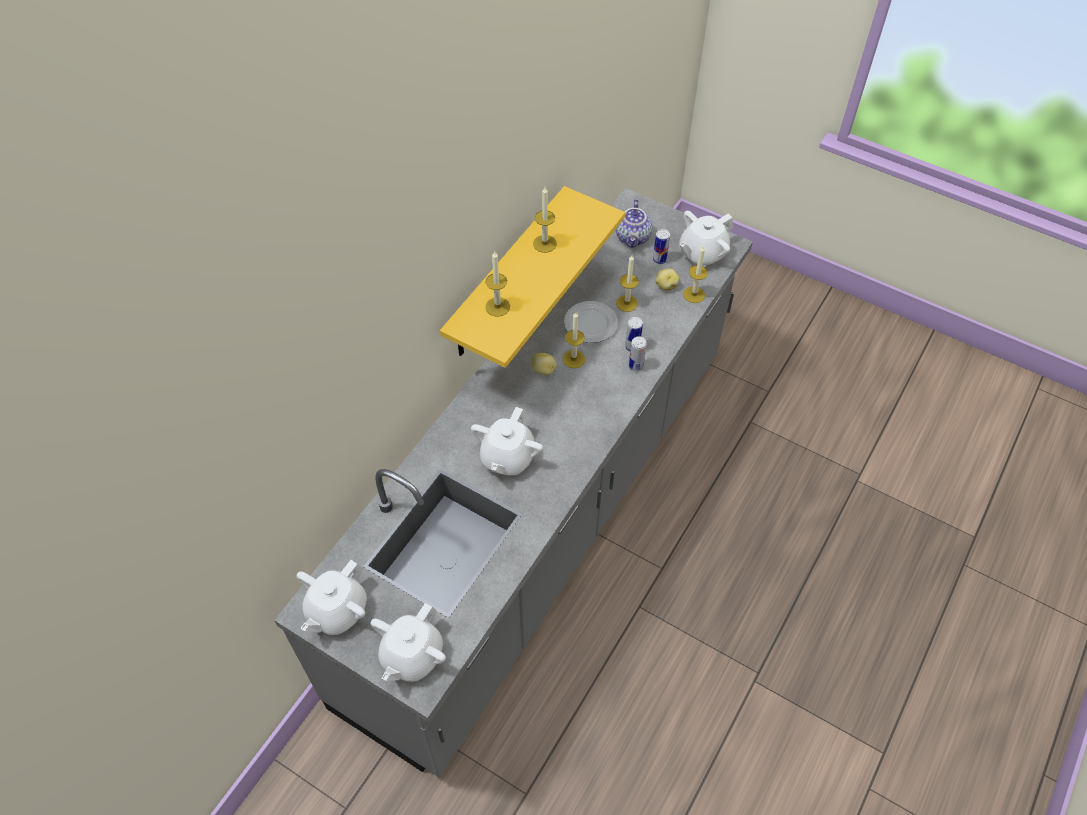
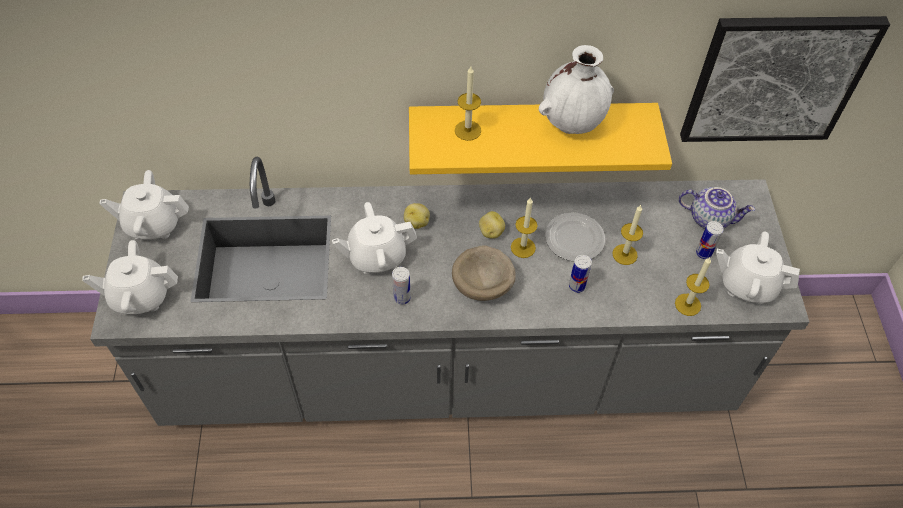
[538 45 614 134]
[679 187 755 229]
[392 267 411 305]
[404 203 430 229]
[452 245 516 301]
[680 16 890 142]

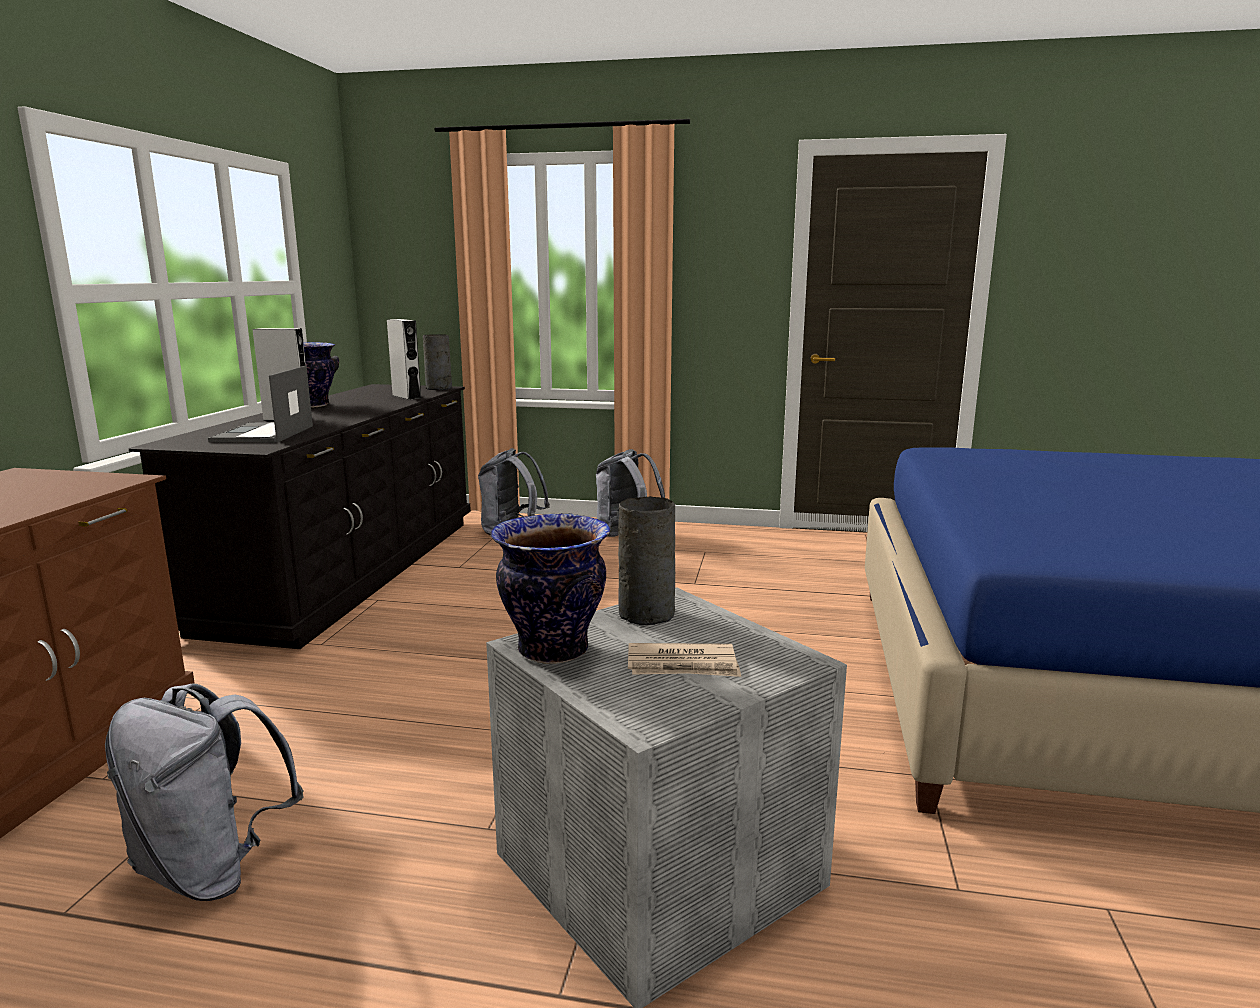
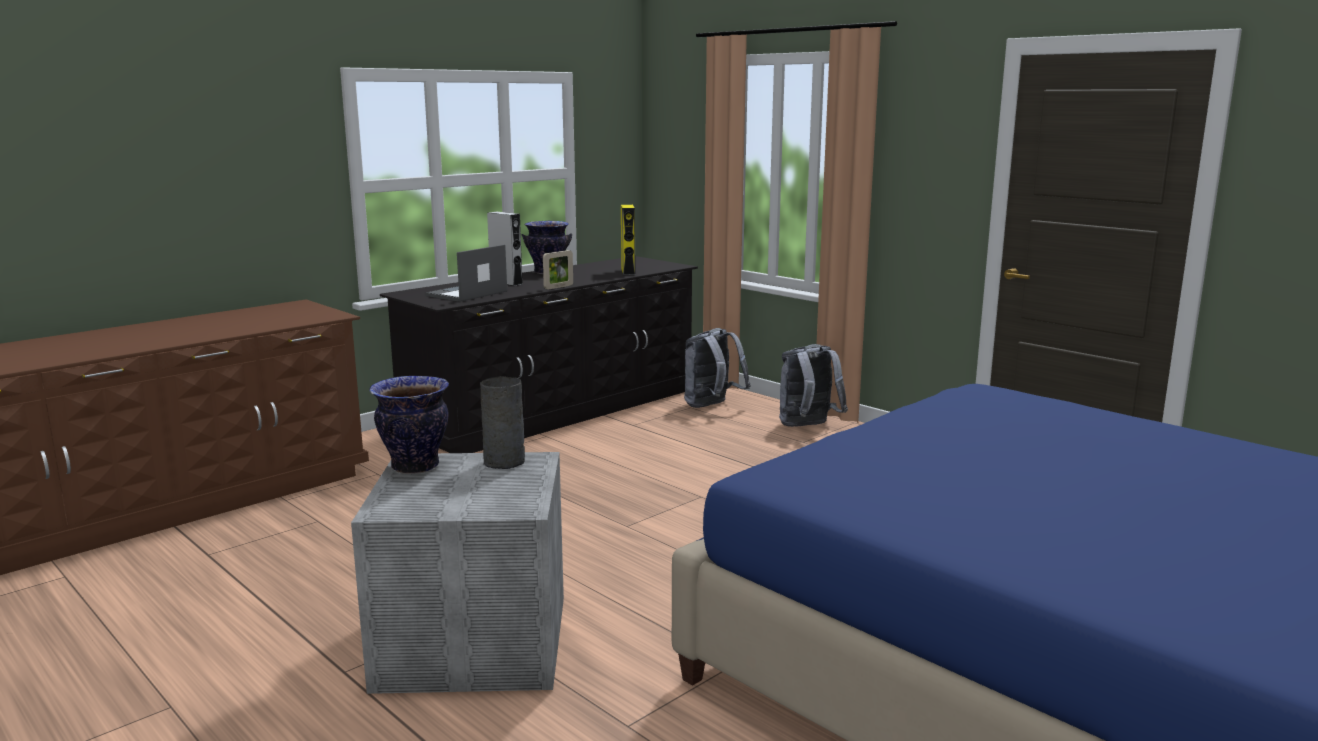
[105 683 304 901] (first image)
[621 205 635 275]
[423 334 452 390] (first image)
[628 643 741 677] (first image)
[543 250 573 289]

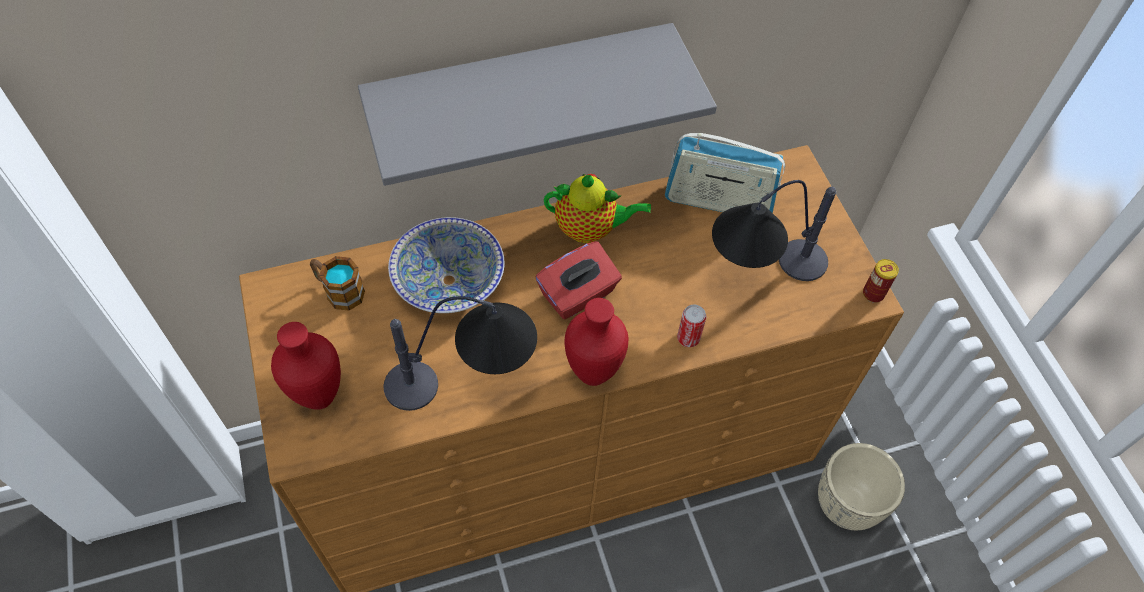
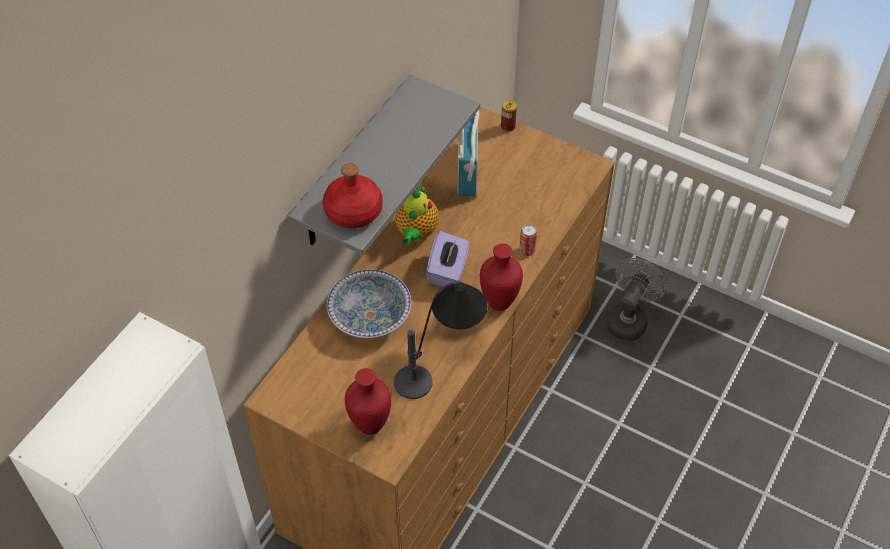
[310 256 365 311] (first image)
[426 231 469 287]
[395 184 439 245]
[457 110 479 196]
[712 180 836 281] (first image)
[606 258 667 341]
[501 100 517 132]
[323 163 383 228]

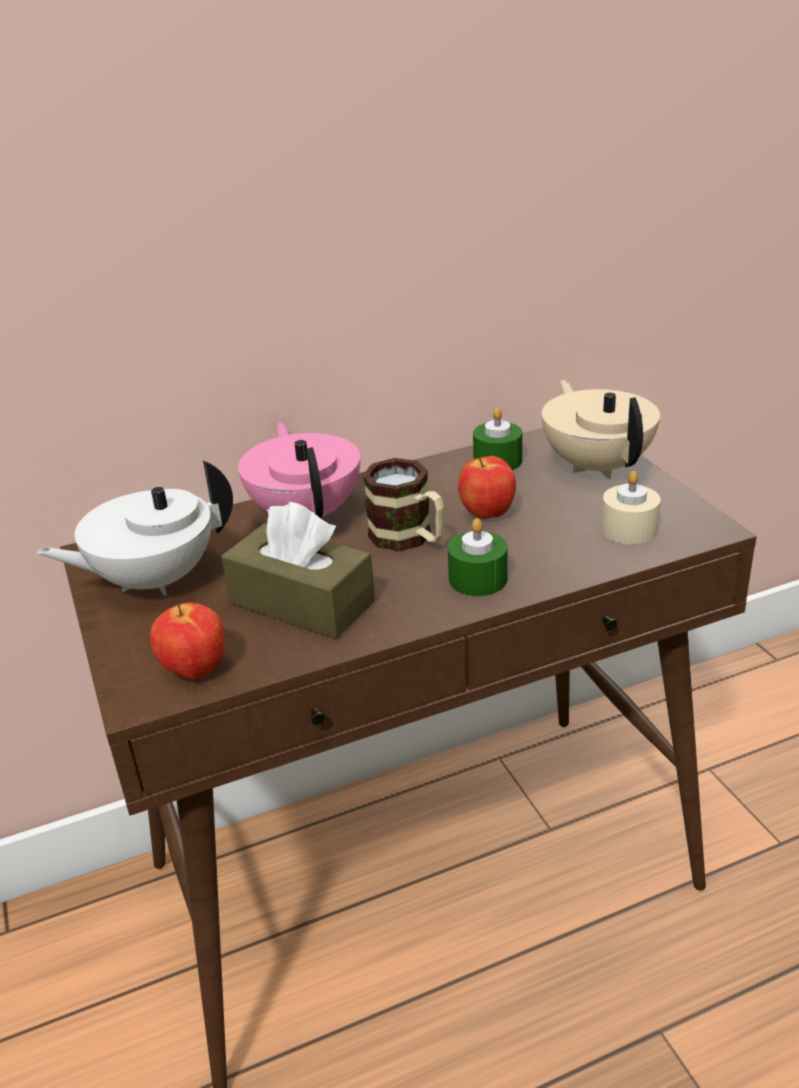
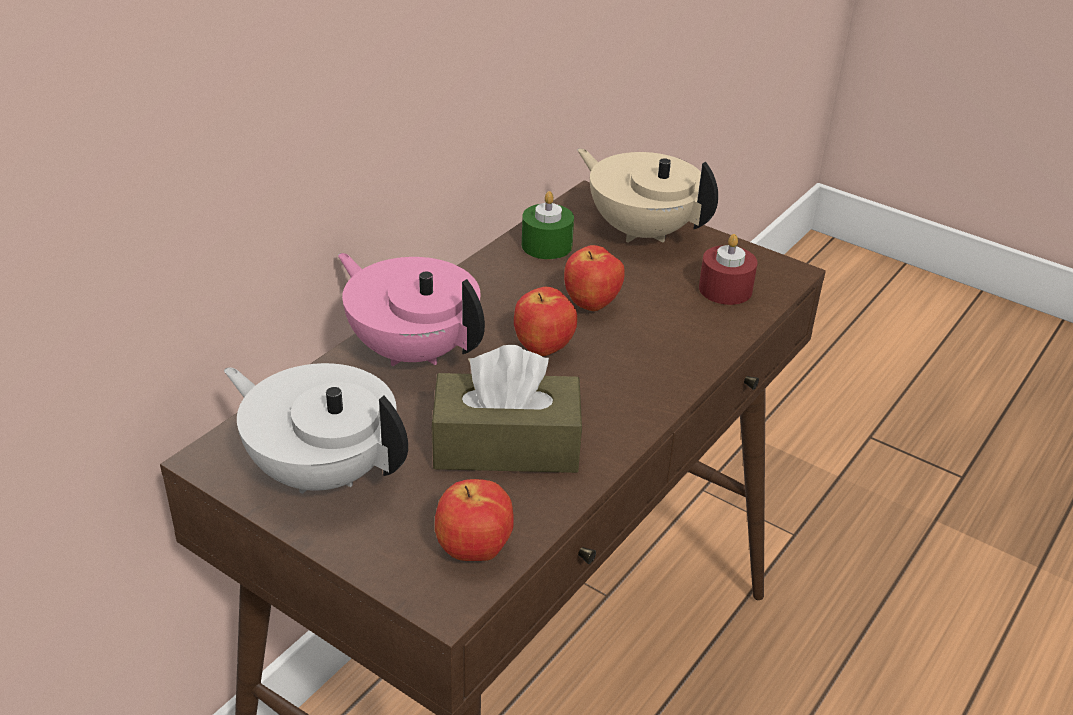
[224 363 408 494]
[514 287 577 356]
[448 518 508 596] (first image)
[699 234 758 305]

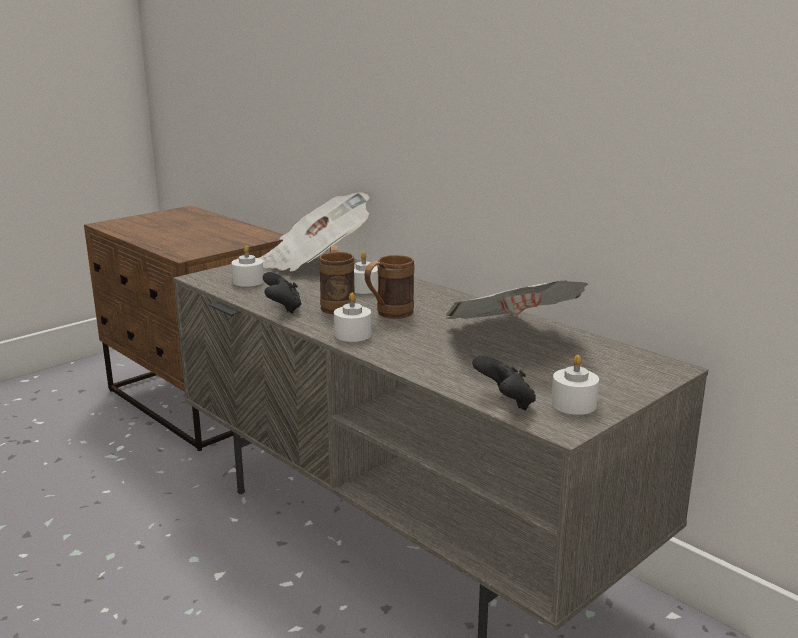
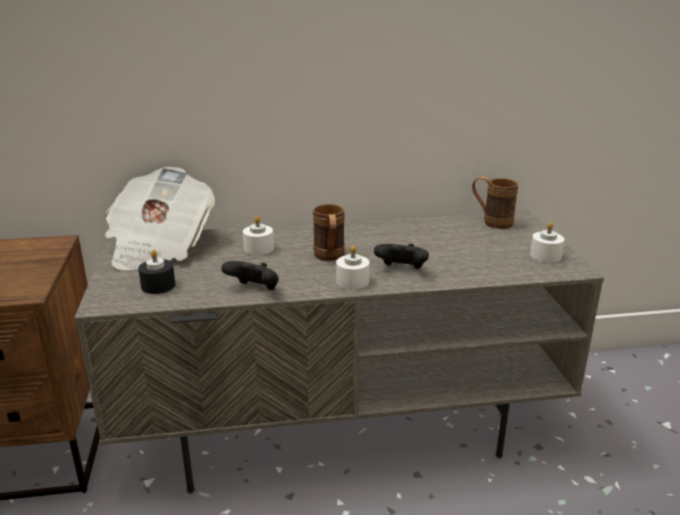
[138 249 175 294]
[472 176 518 229]
[446 281 588 319] (first image)
[374 244 429 269]

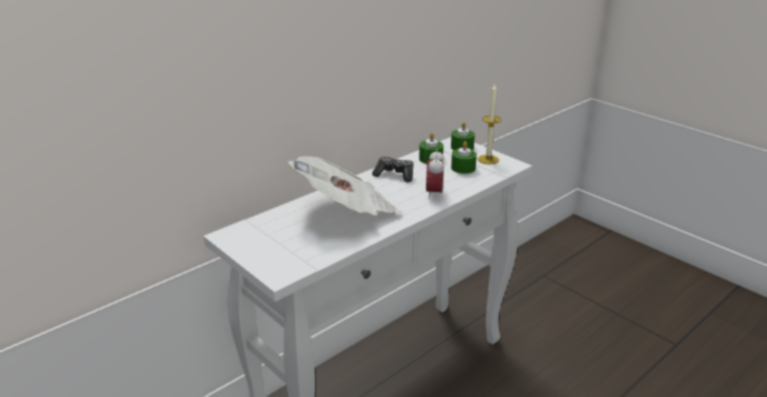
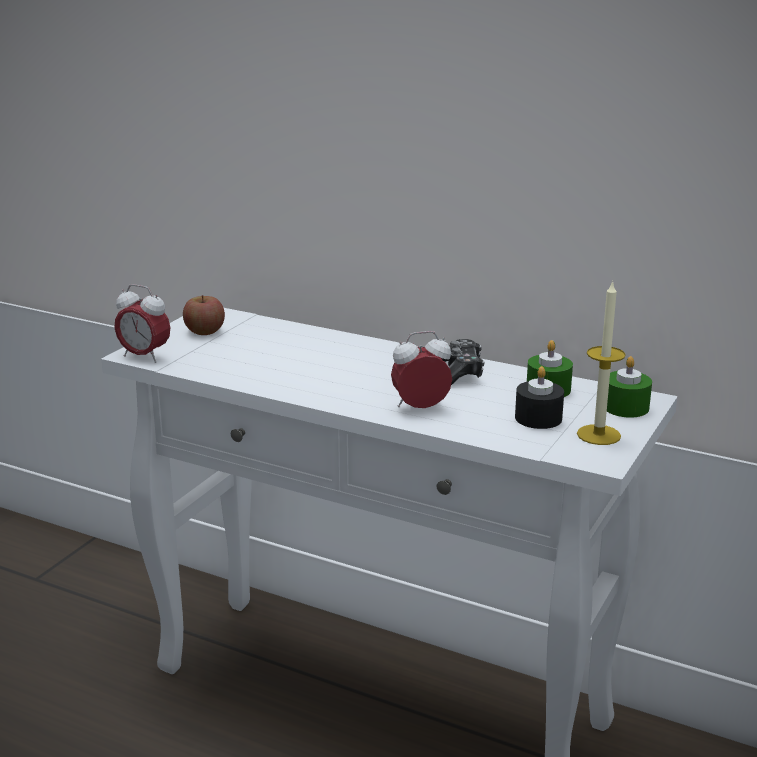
[288 156 402 216] (first image)
[515 366 564 429]
[114 284 171 363]
[183 295 225 335]

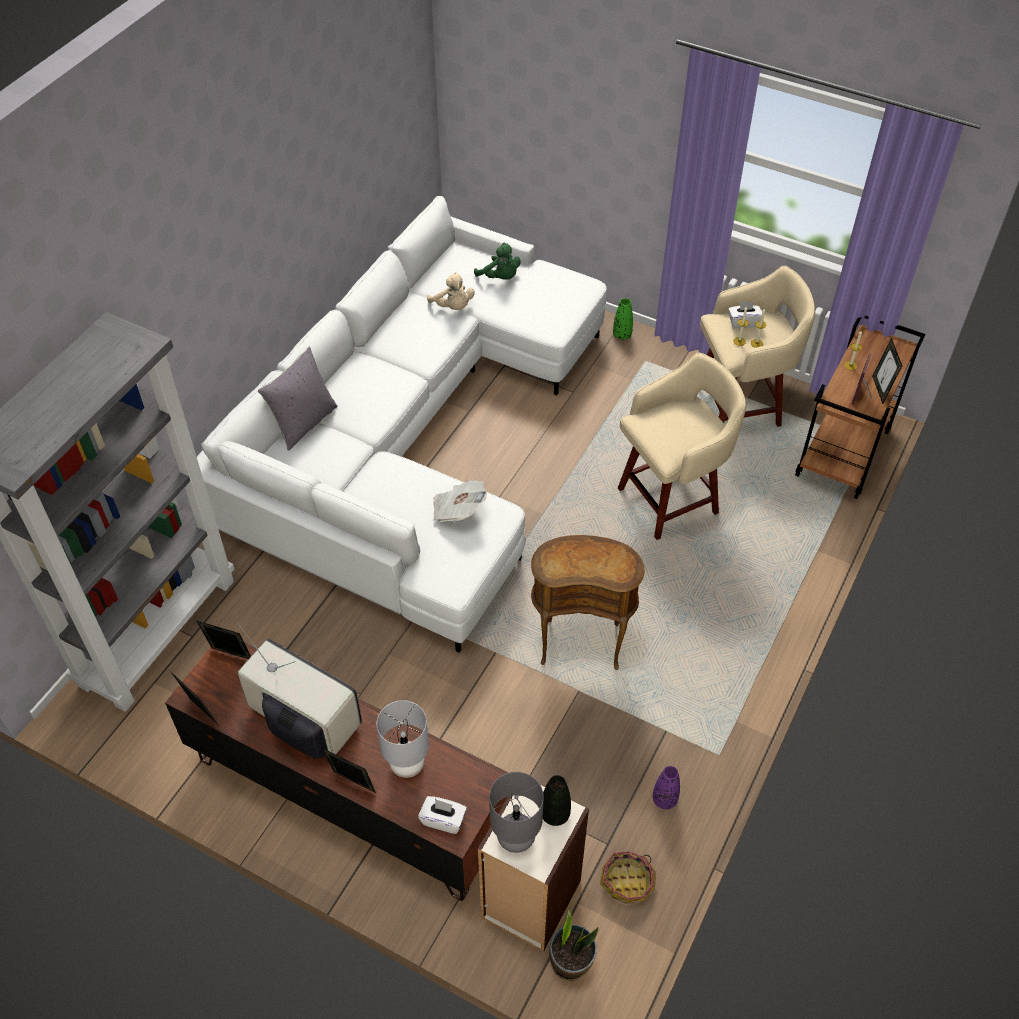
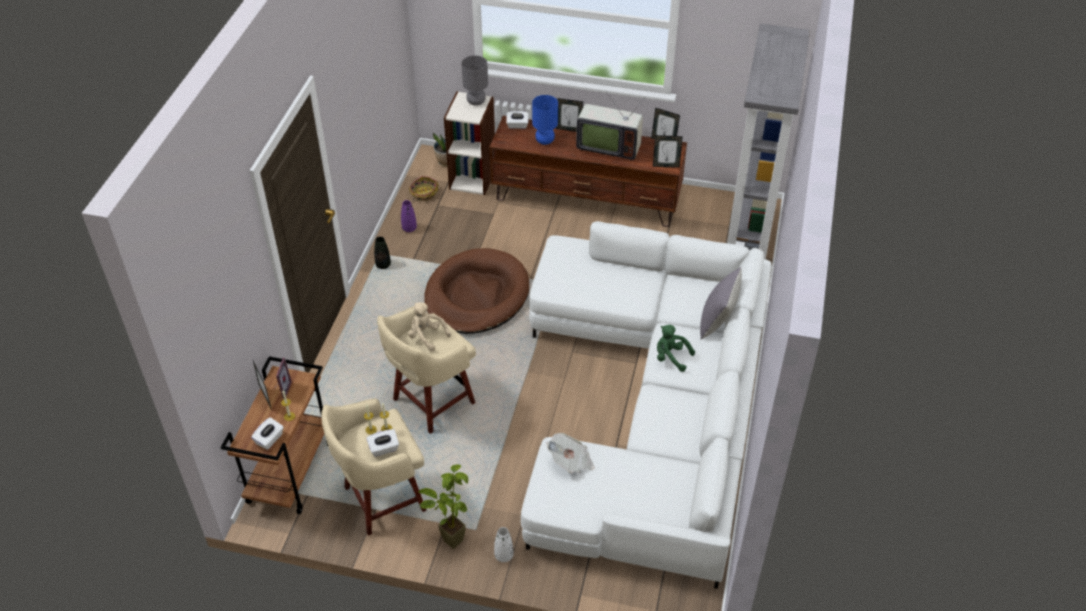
[532 95 558 145]
[408 302 451 351]
[547 433 595 473]
[657 325 695 372]
[424 248 529 334]
[374 237 391 269]
[494 527 514 562]
[251 417 284 450]
[418 464 468 549]

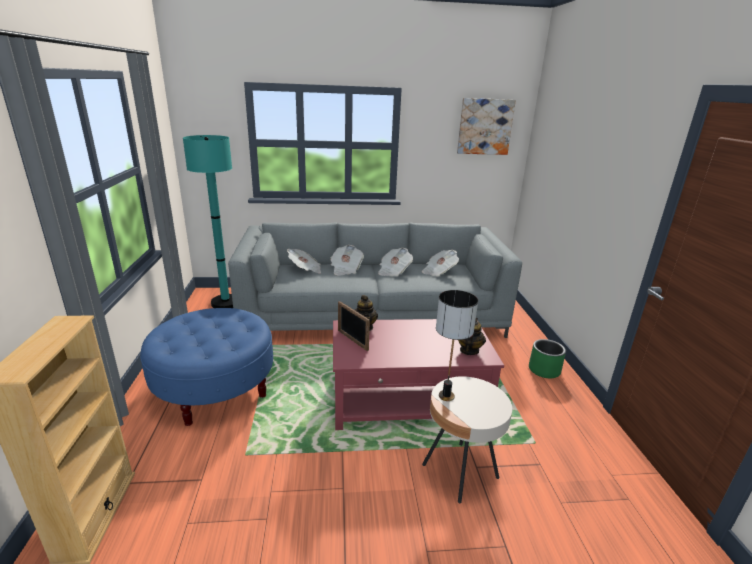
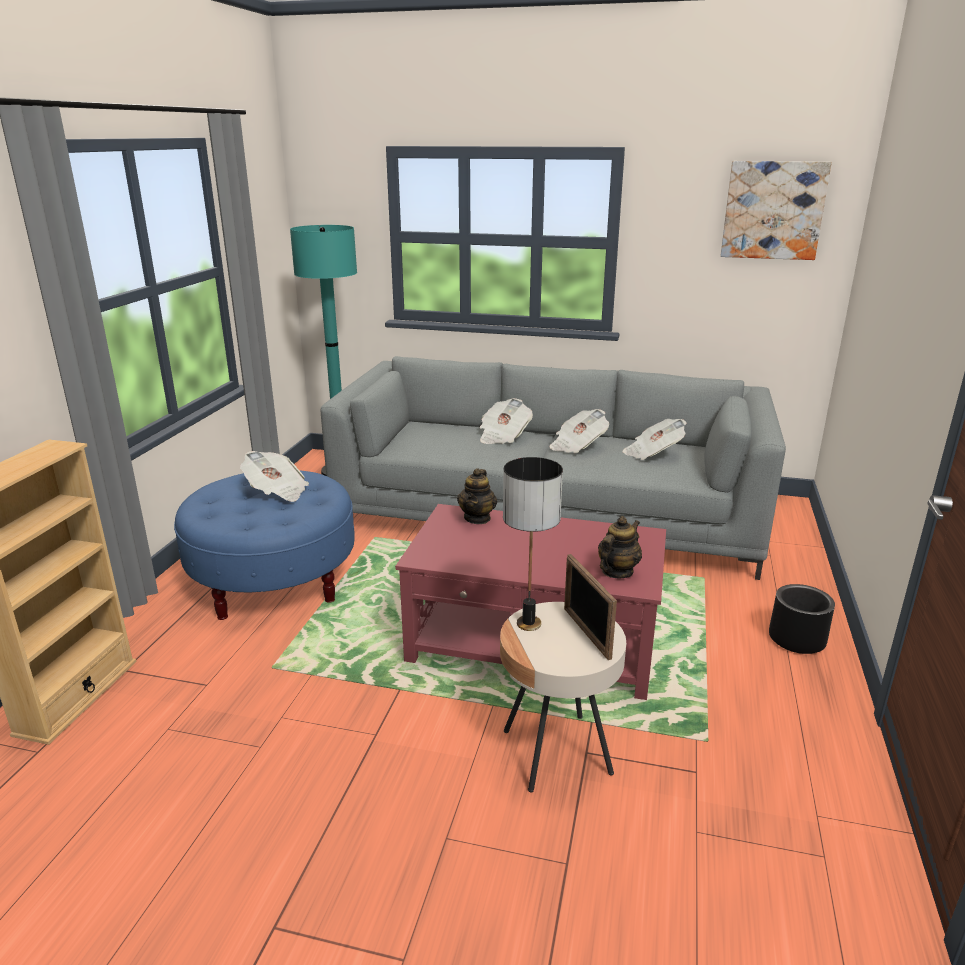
[240 451 309 502]
[564 554 617 660]
[769 584 835 654]

